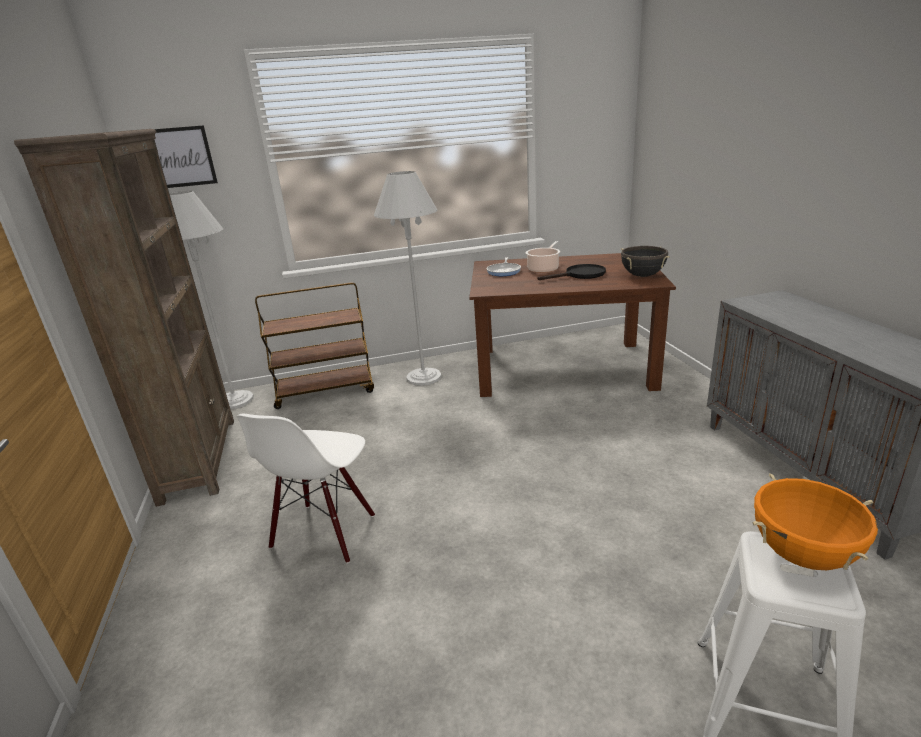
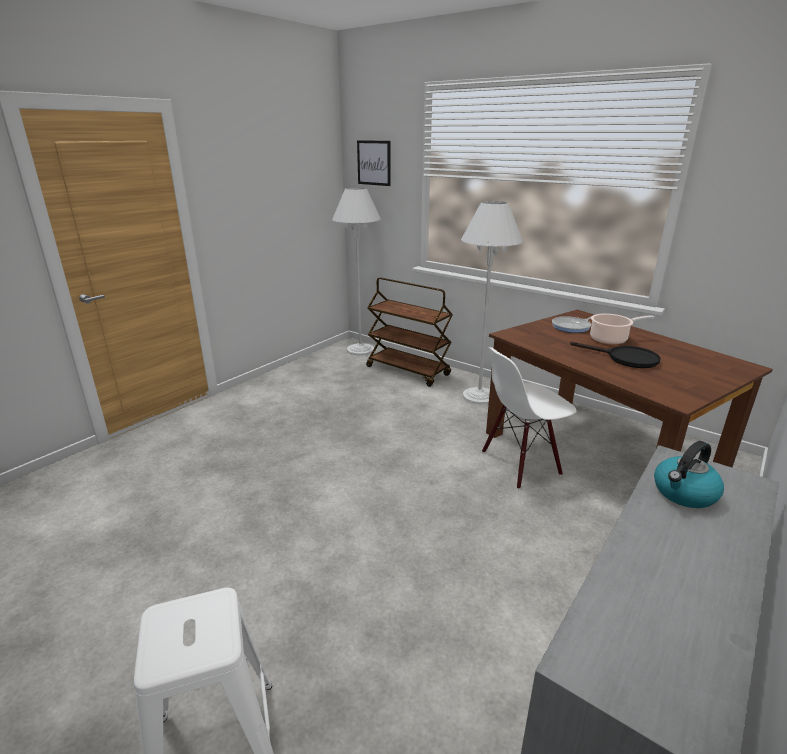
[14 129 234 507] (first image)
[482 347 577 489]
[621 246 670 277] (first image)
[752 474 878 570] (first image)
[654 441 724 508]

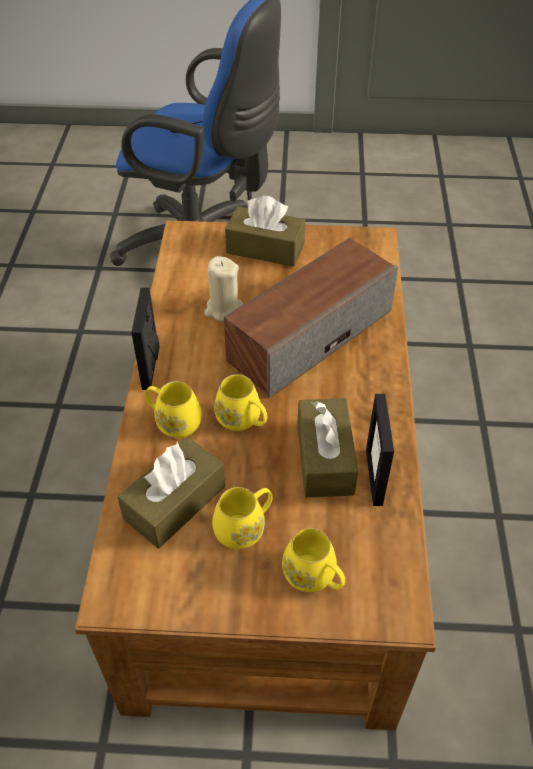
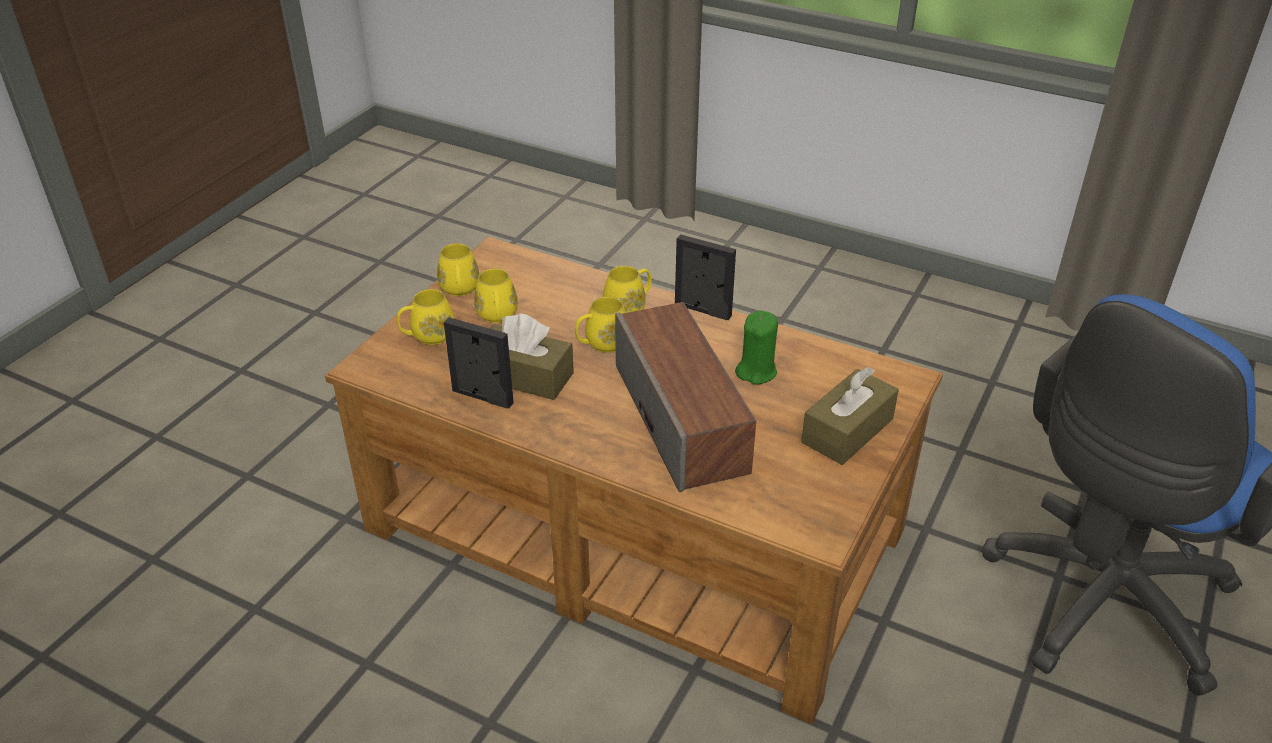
[117 437 225 548] (first image)
[735 310 778 385]
[437 243 479 296]

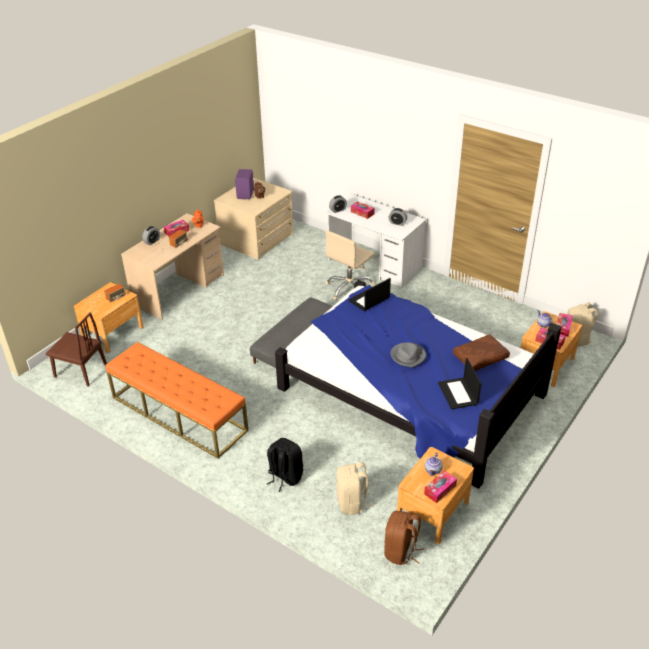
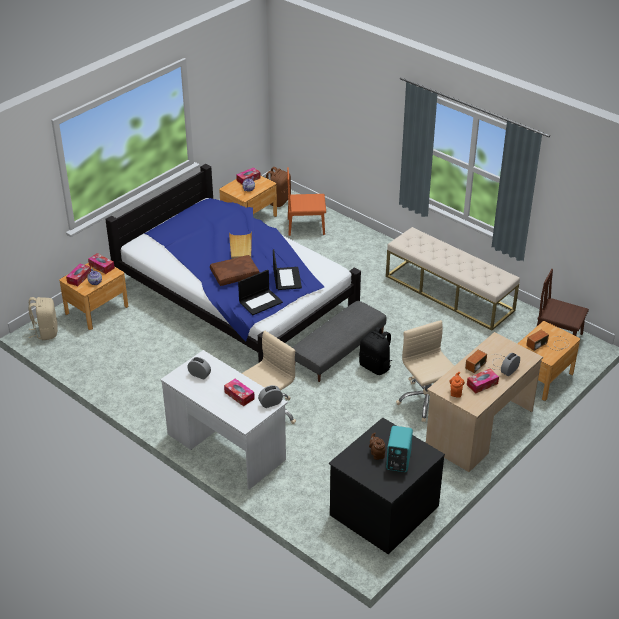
[386 227 520 330]
[329 418 445 554]
[386 426 413 472]
[359 327 392 375]
[287 167 326 236]
[229 232 252 259]
[273 249 302 290]
[210 255 260 286]
[396 320 454 422]

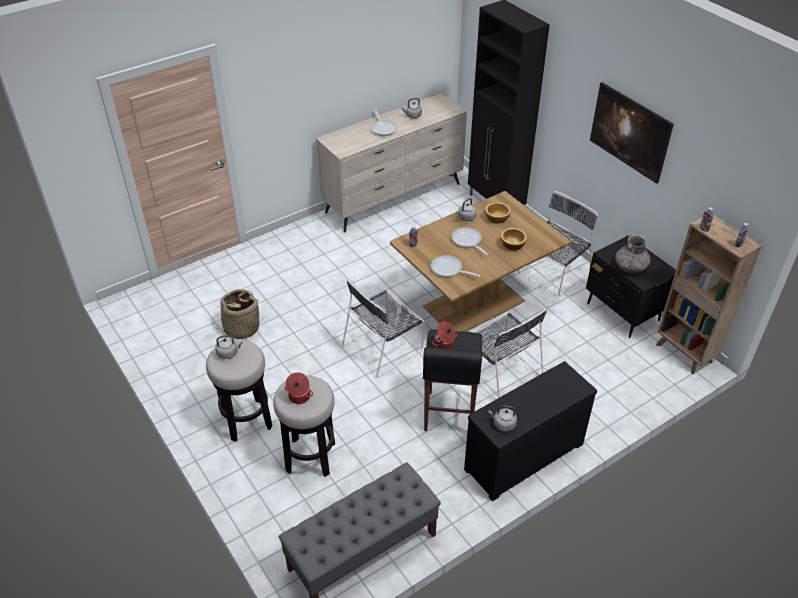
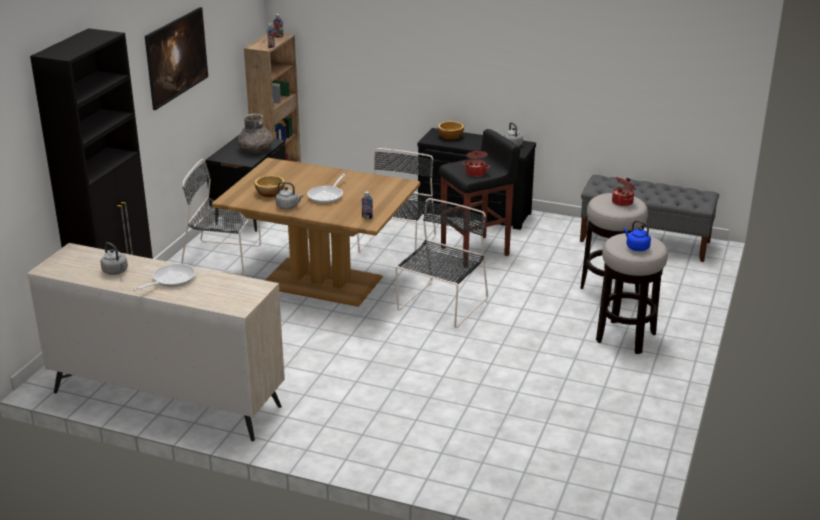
[213 289 264 339] (first image)
[624 220 651 251]
[395 198 488 328]
[431 255 481 277] (first image)
[438 121 464 140]

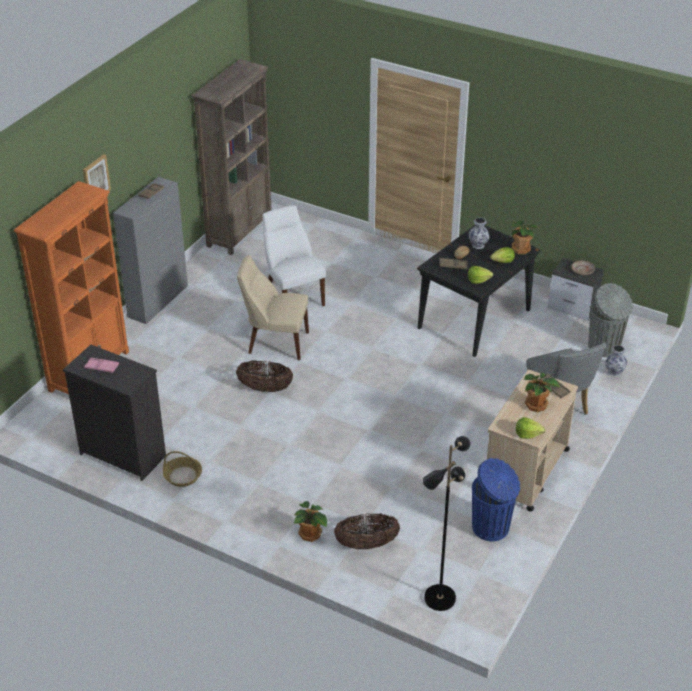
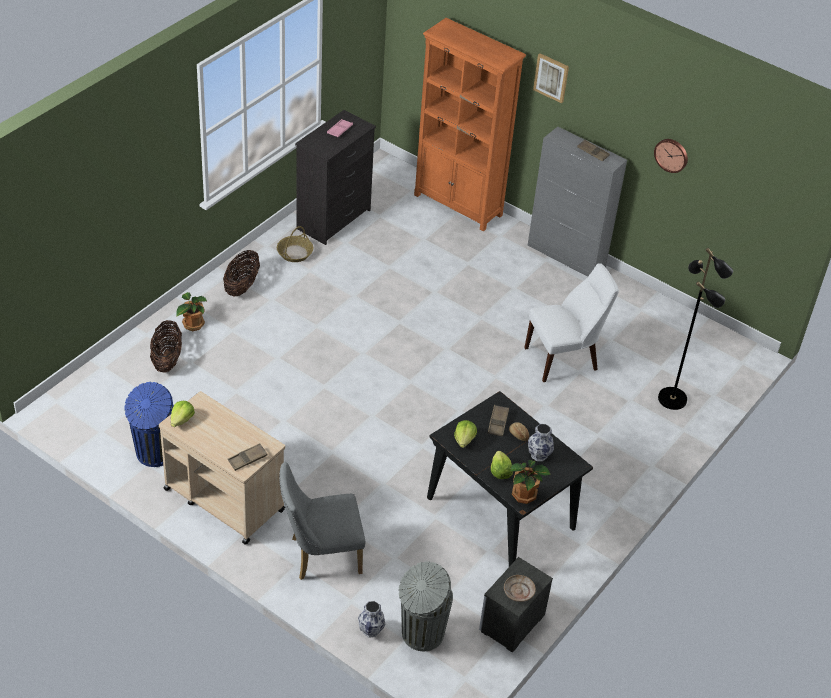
[192 59 271 255] (first image)
[223 250 260 297]
[237 255 309 360] (first image)
[658 248 733 410]
[524 373 560 412] (first image)
[654 139 688 173]

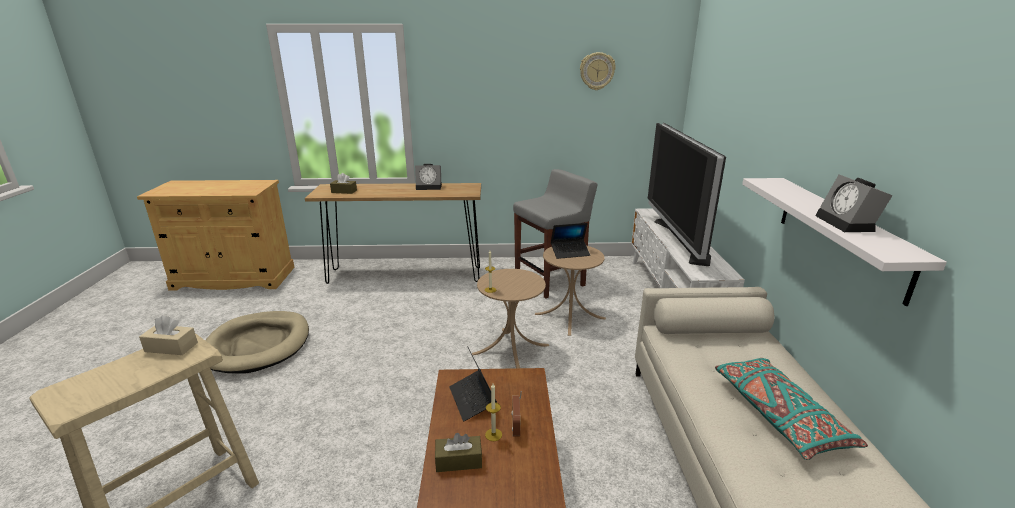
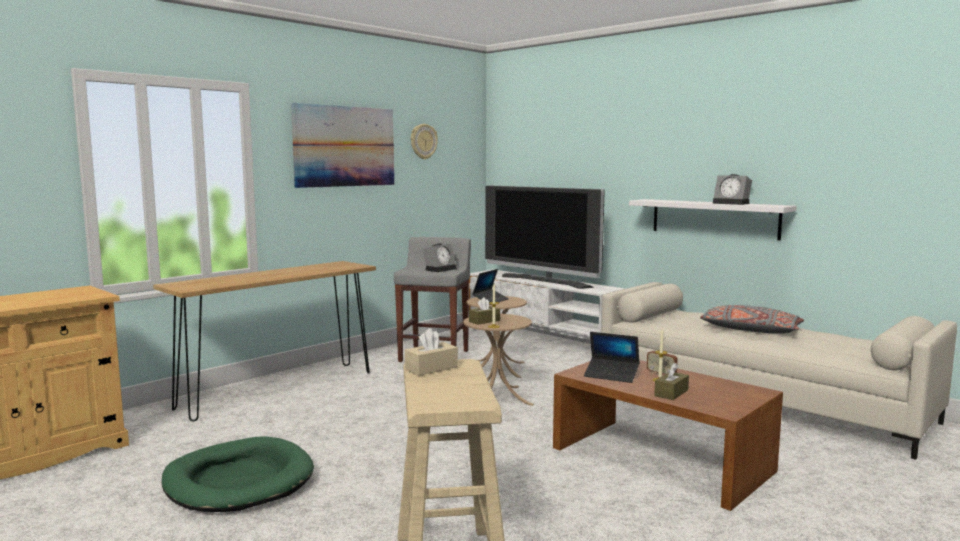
[161 436 314 512]
[469 297 500 325]
[423 243 457 272]
[700 305 804 334]
[291 103 394 188]

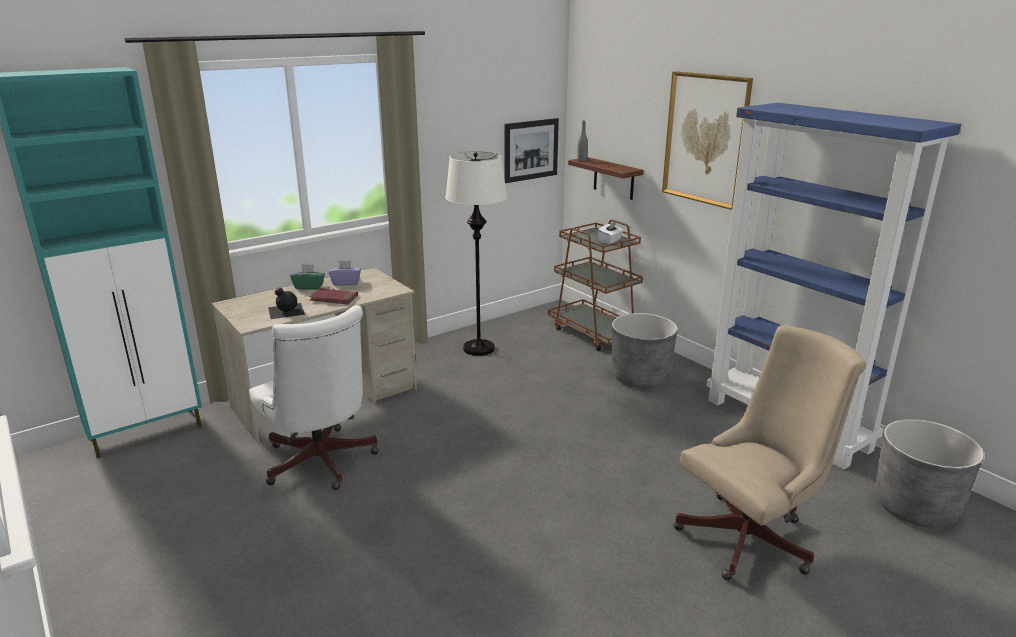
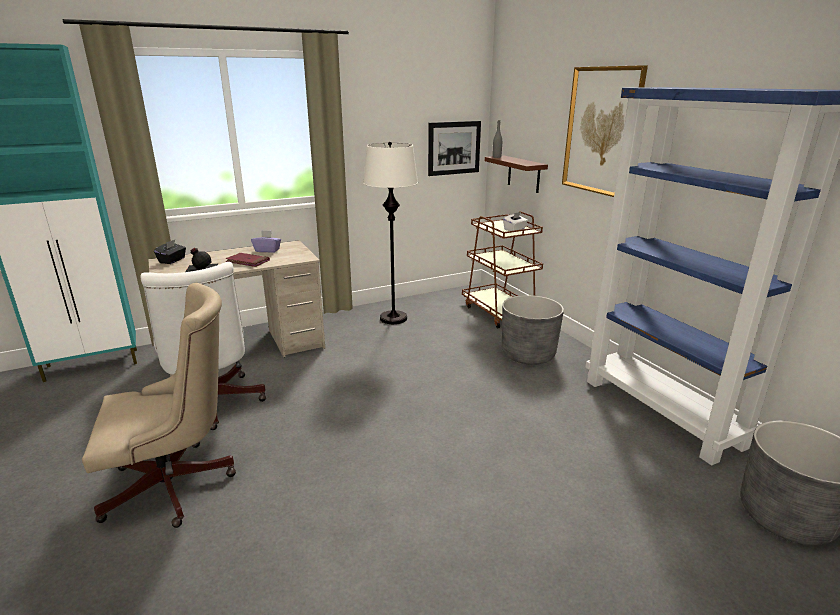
[290 264 325 290] (first image)
[82 283 236 528]
[154 240 186 264]

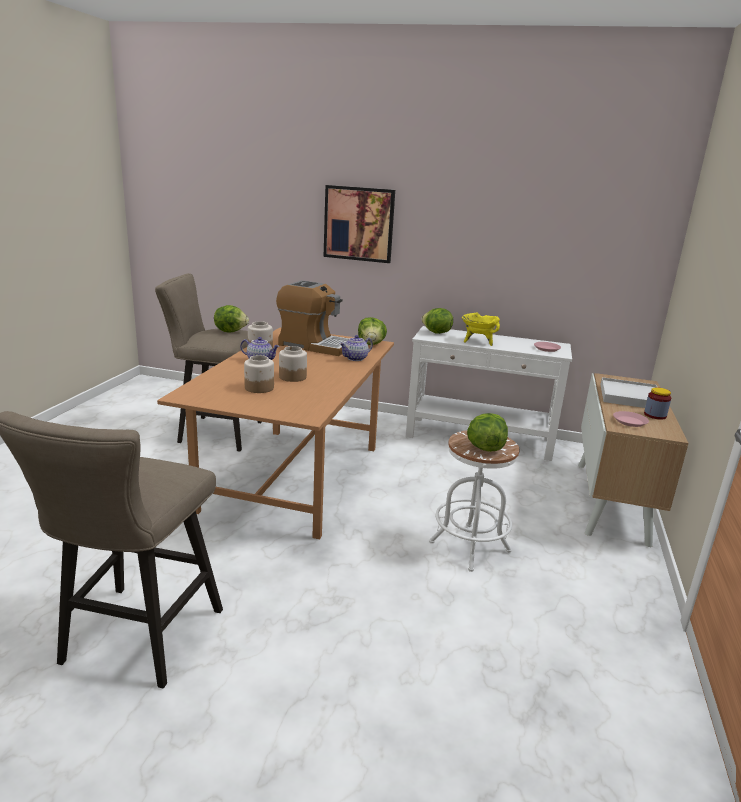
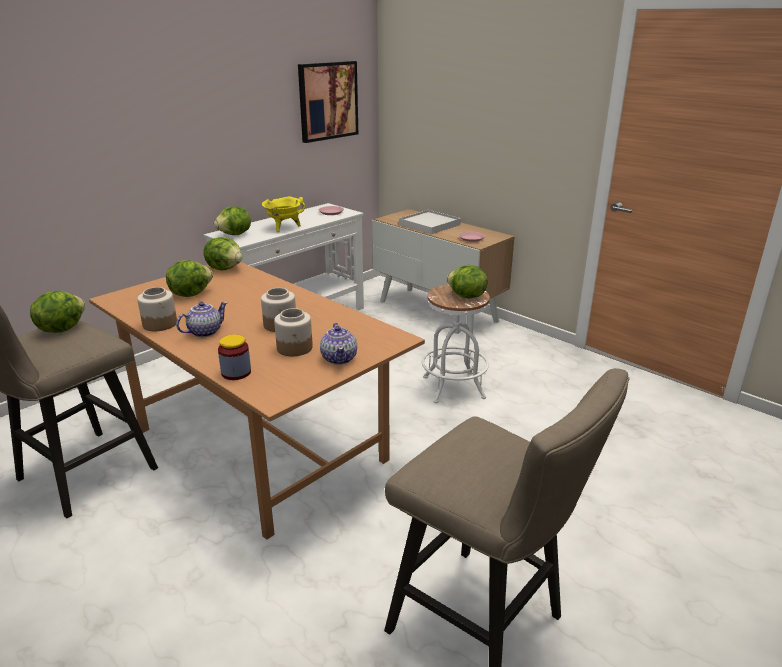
[166 260 213 297]
[298 61 358 143]
[320 323 357 365]
[218 335 251 380]

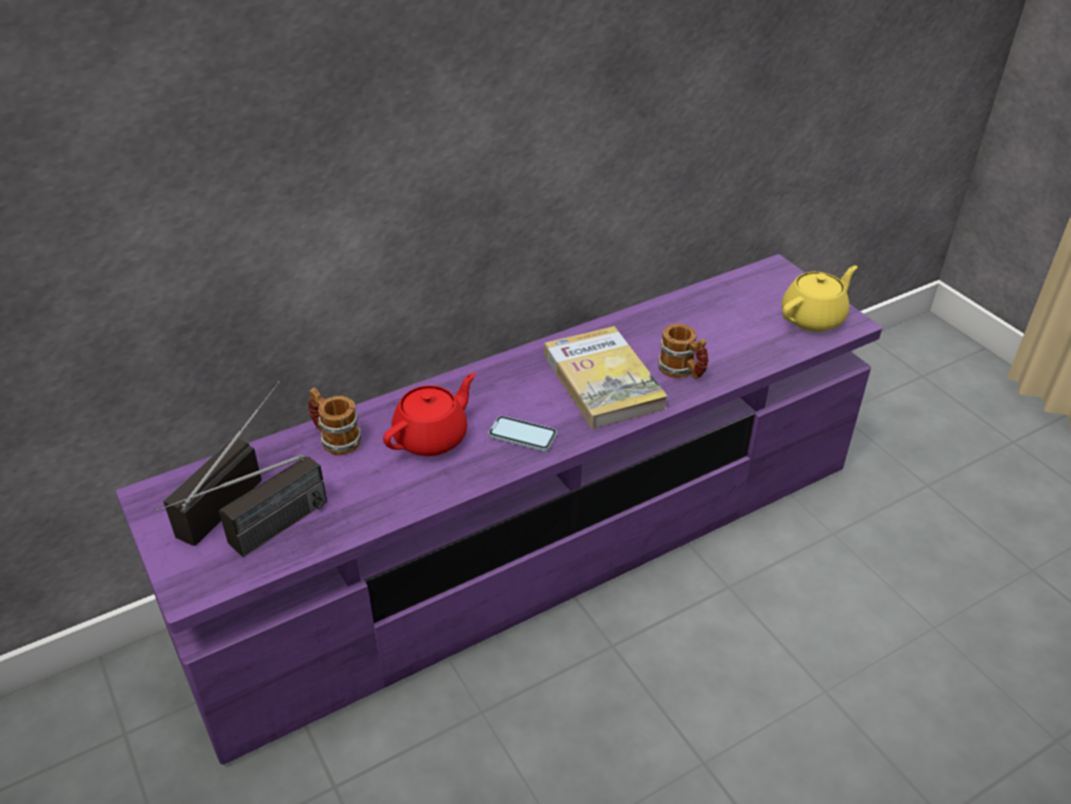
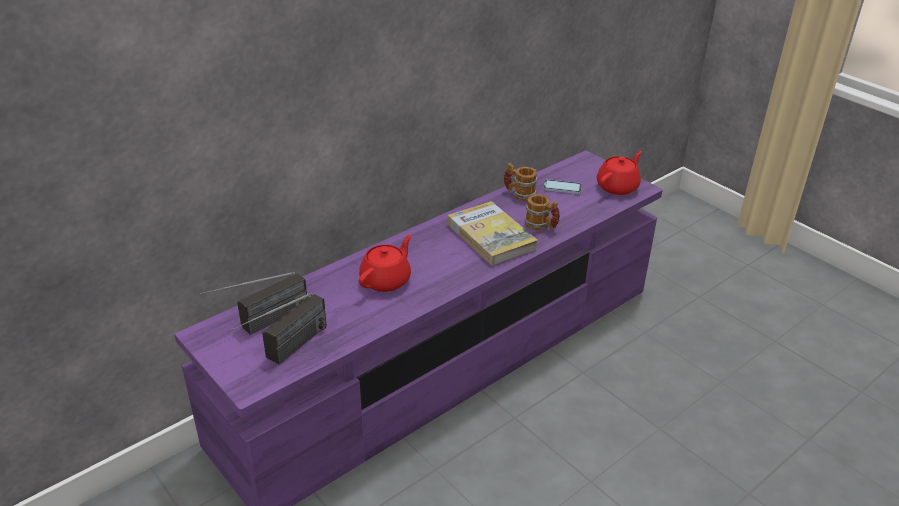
[198 272 307 335]
[504 163 537 201]
[543 179 582 194]
[597 151 642 195]

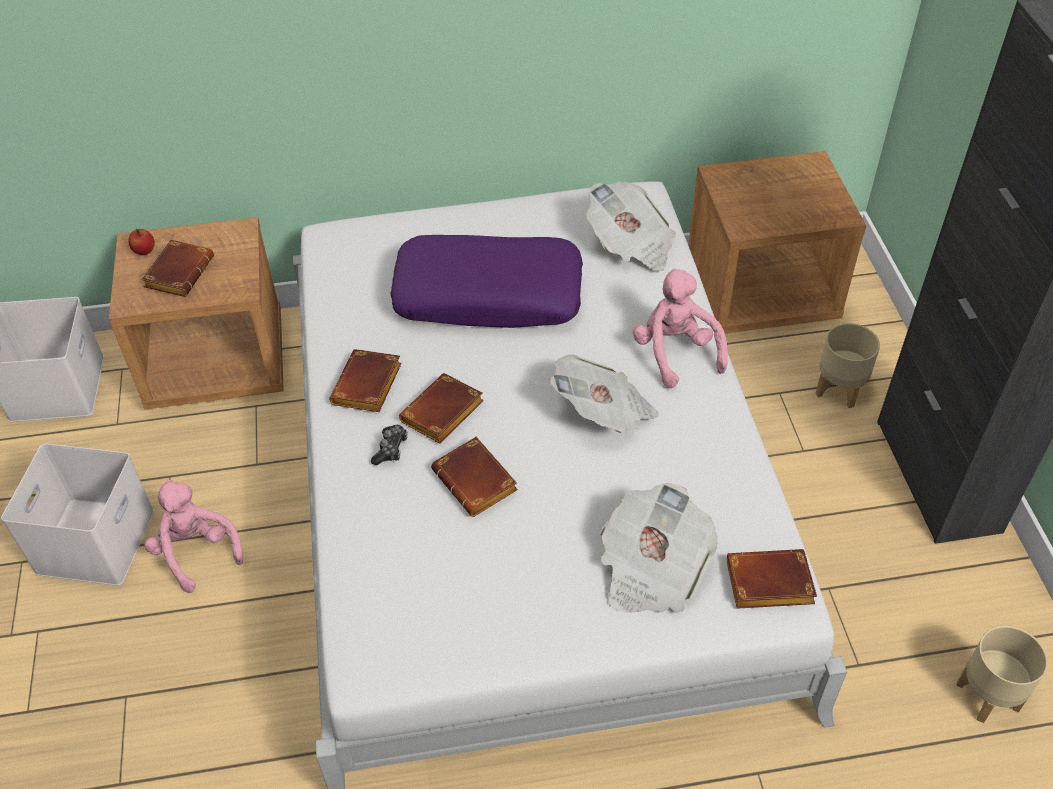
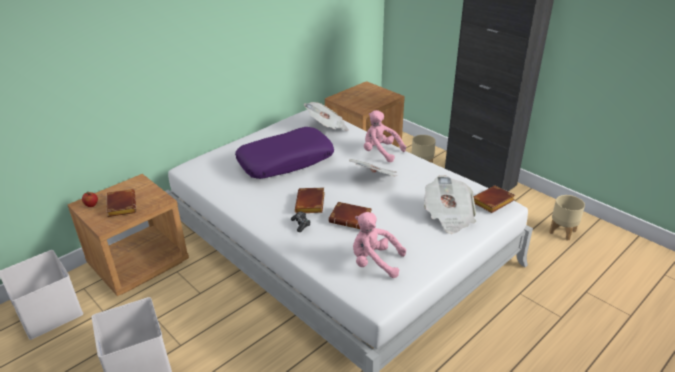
[353 212 406 278]
[329 349 402 412] (first image)

